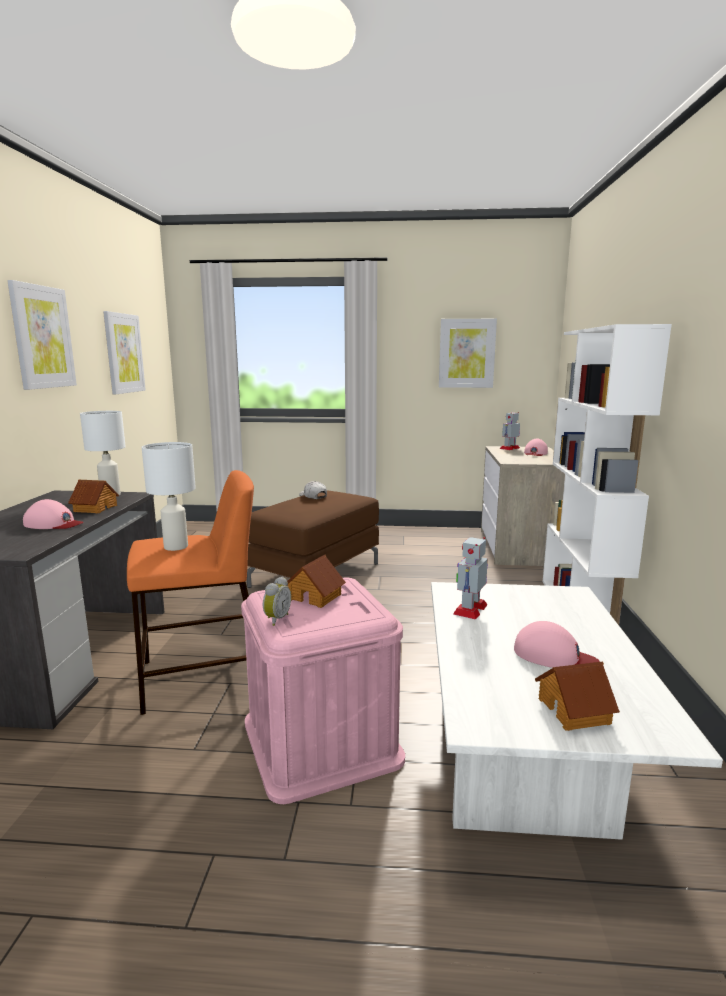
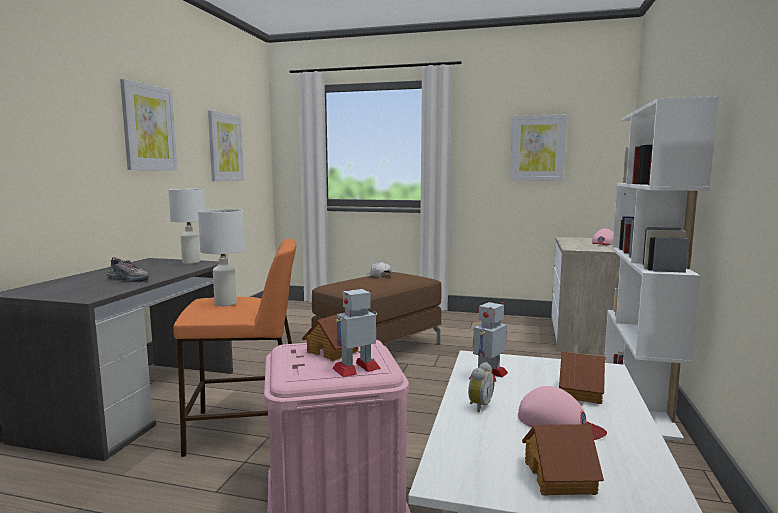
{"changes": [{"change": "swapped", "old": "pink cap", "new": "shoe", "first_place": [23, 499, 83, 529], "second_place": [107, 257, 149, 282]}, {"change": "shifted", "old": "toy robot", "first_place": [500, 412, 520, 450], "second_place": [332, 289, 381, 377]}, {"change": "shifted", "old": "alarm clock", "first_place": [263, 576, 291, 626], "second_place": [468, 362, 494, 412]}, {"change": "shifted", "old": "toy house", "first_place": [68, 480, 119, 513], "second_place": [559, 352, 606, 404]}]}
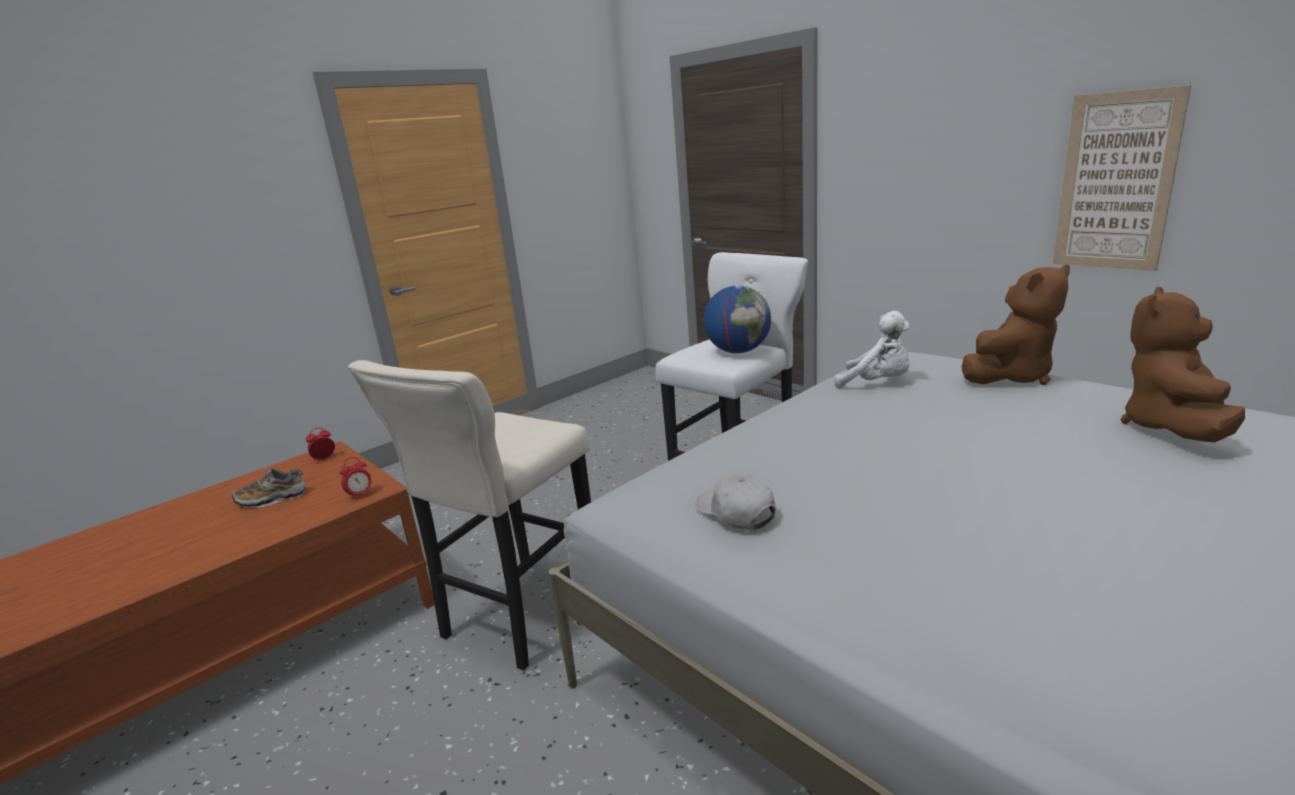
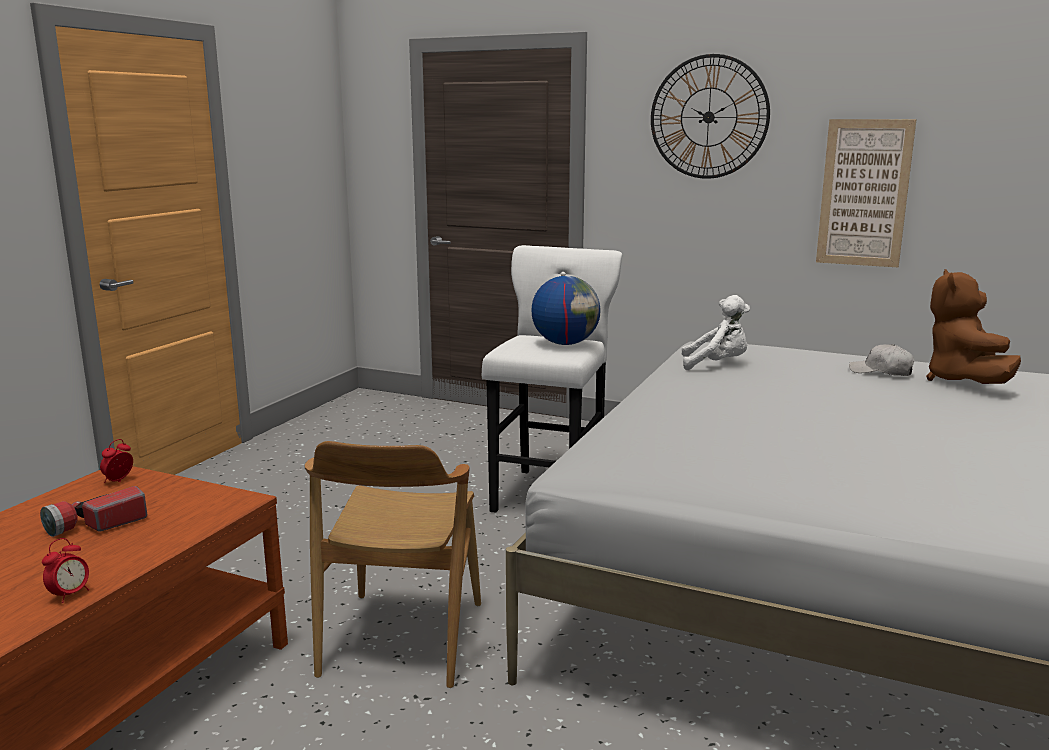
{"changes": [{"change": "swapped", "old": "shoe", "new": "flashlight", "first_place": [232, 468, 306, 507], "second_place": [40, 486, 147, 537]}, {"change": "shifted", "old": "alarm clock", "first_place": [340, 457, 372, 501], "second_place": [42, 538, 89, 603]}, {"change": "swapped", "old": "beige stool", "new": "brown chair", "first_place": [348, 360, 591, 671], "second_place": [305, 441, 481, 688]}, {"change": "new", "new": "wall clock", "second_place": [651, 54, 770, 179]}, {"change": "shifted", "old": "white cap", "first_place": [695, 474, 776, 531], "second_place": [849, 344, 915, 376]}, {"change": "gone", "old": "brown plush toy", "first_place": [962, 265, 1070, 385]}]}
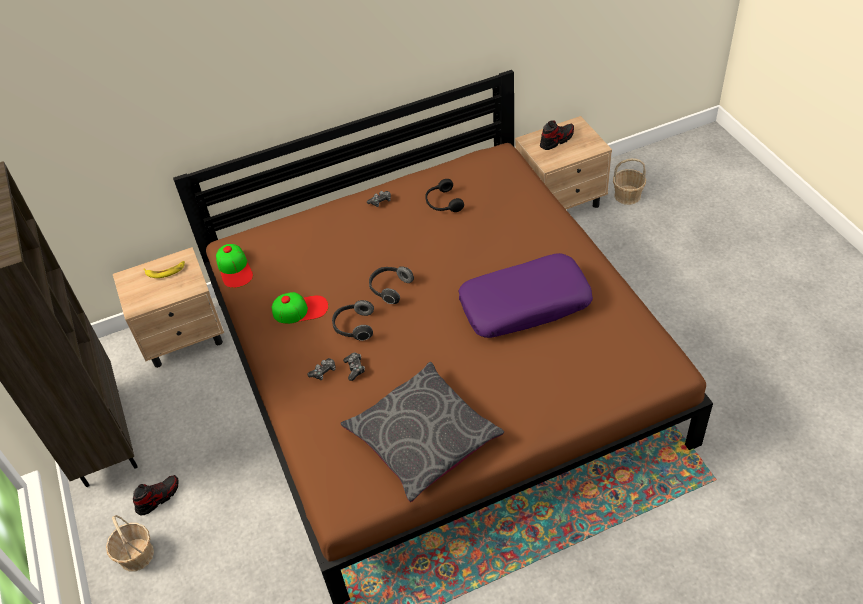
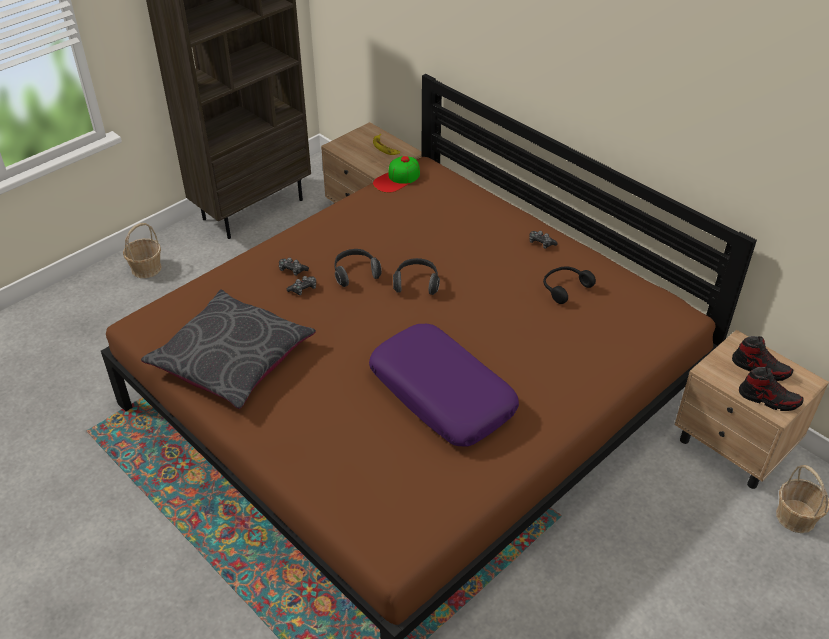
{"changes": [{"change": "shifted", "old": "shoe", "first_place": [133, 475, 178, 516], "second_place": [739, 367, 804, 411]}, {"change": "gone", "old": "cap", "first_place": [272, 292, 329, 324]}]}
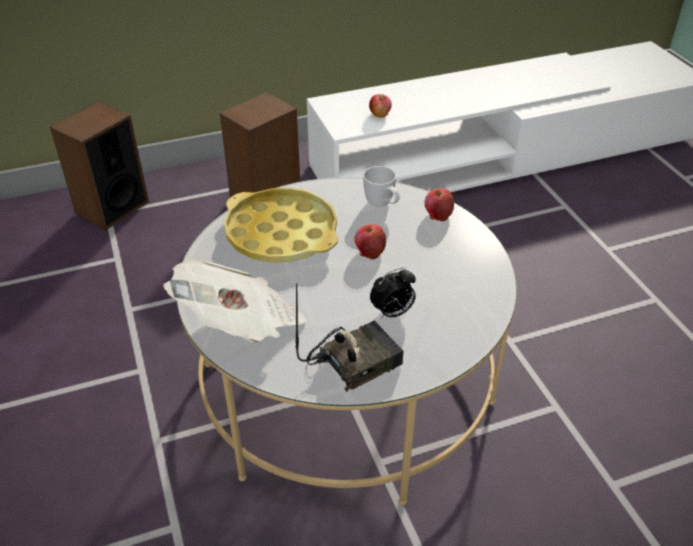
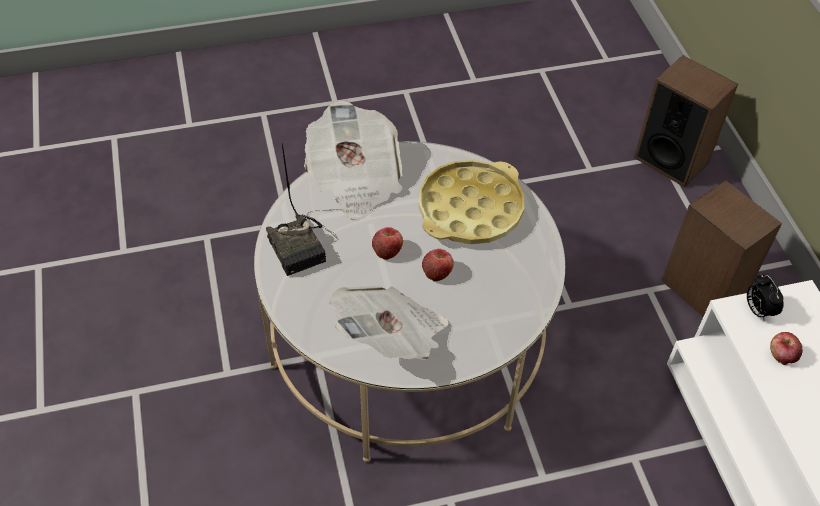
{"changes": [{"change": "new", "new": "newspaper", "second_place": [329, 286, 449, 360]}, {"change": "shifted", "old": "apple", "first_place": [425, 188, 454, 221], "second_place": [372, 227, 403, 260]}, {"change": "shifted", "old": "alarm clock", "first_place": [370, 268, 416, 319], "second_place": [747, 275, 784, 320]}, {"change": "gone", "old": "white mug", "first_place": [363, 166, 400, 207]}]}
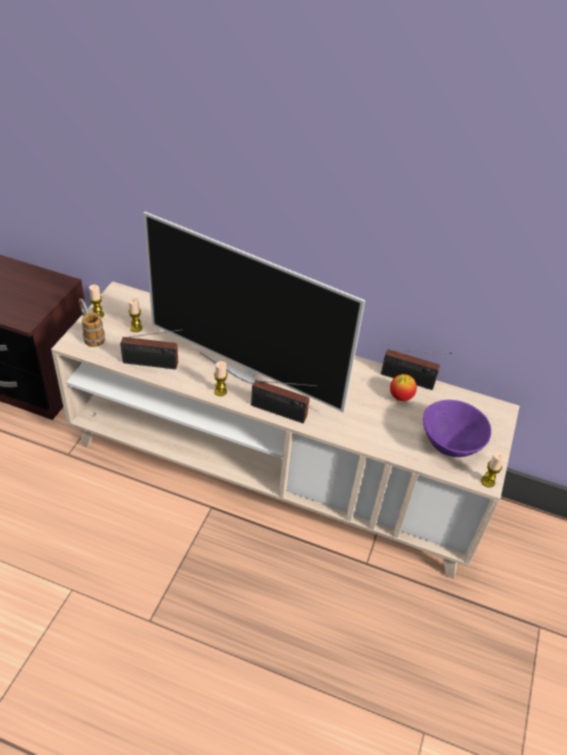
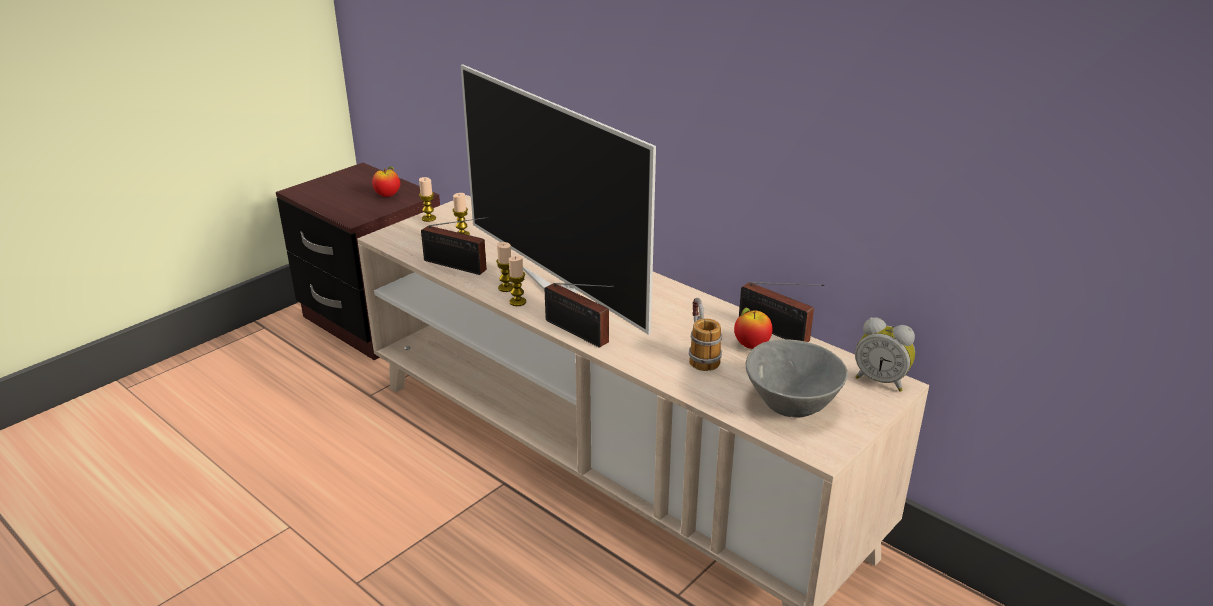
{"changes": [{"change": "new", "new": "apple", "second_place": [372, 166, 400, 197]}, {"change": "shifted", "old": "candle", "first_place": [481, 452, 505, 488], "second_place": [496, 242, 514, 292]}, {"change": "shifted", "old": "mug", "first_place": [78, 298, 105, 347], "second_place": [689, 298, 722, 371]}, {"change": "repainted", "old": "purple bowl", "new": "grey bowl", "first_place": [423, 400, 491, 457], "second_place": [745, 339, 848, 418]}, {"change": "new", "new": "alarm clock", "second_place": [855, 317, 915, 392]}]}
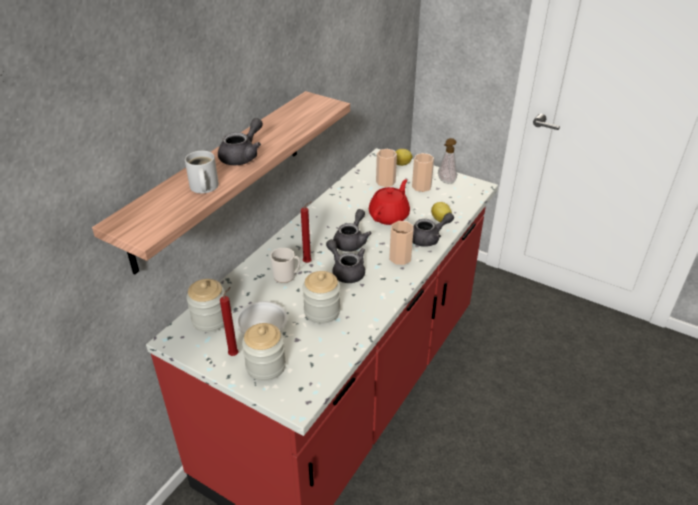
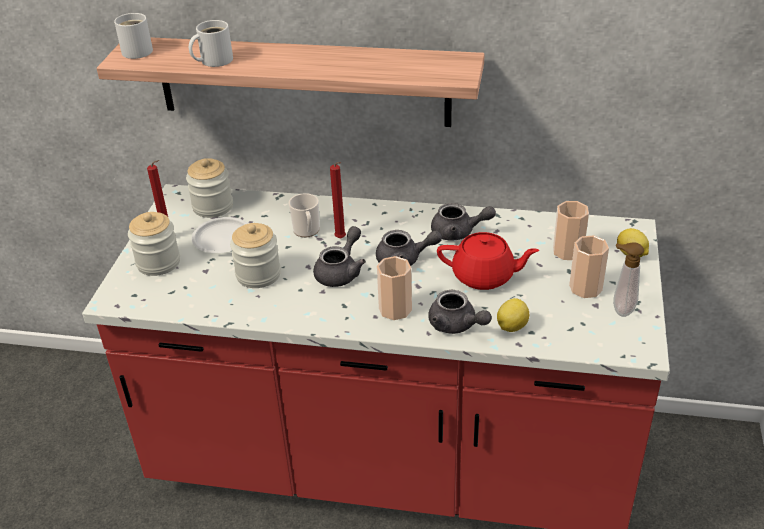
{"changes": [{"change": "new", "new": "white mug", "second_place": [114, 13, 153, 59]}, {"change": "shifted", "old": "grey teapot", "first_place": [218, 118, 263, 165], "second_place": [431, 203, 496, 241]}]}
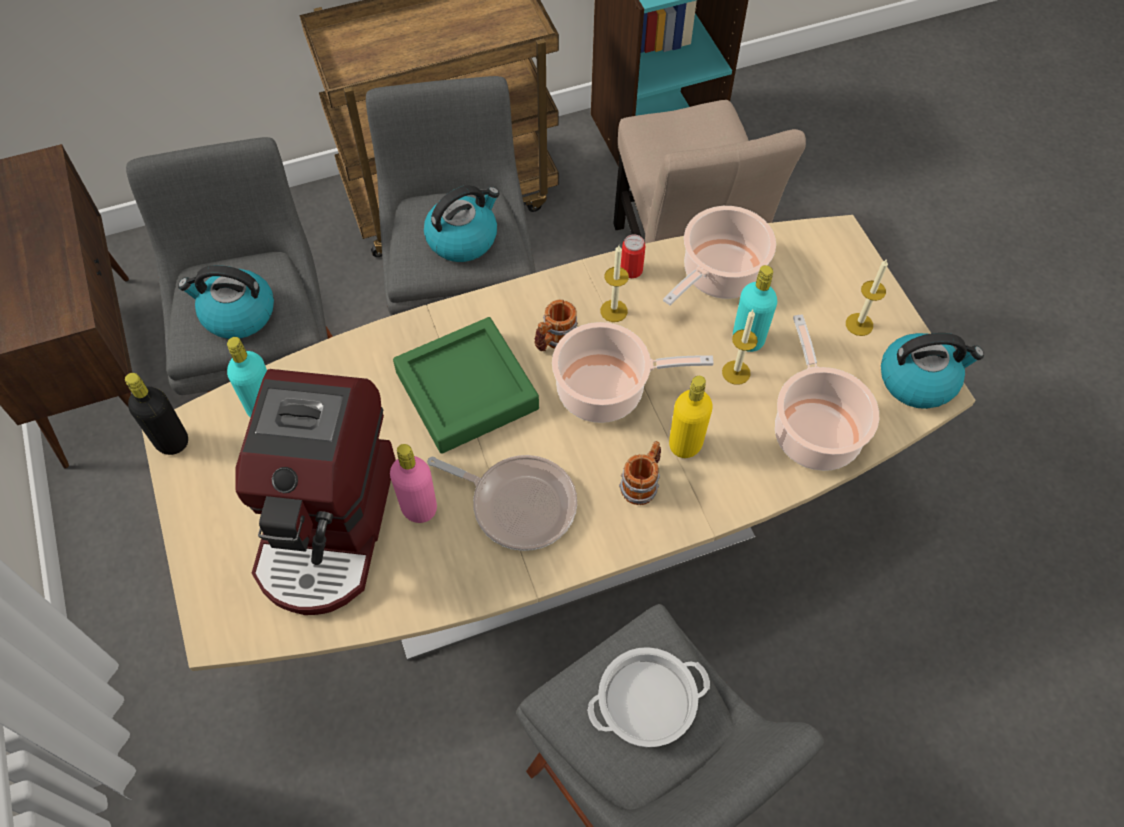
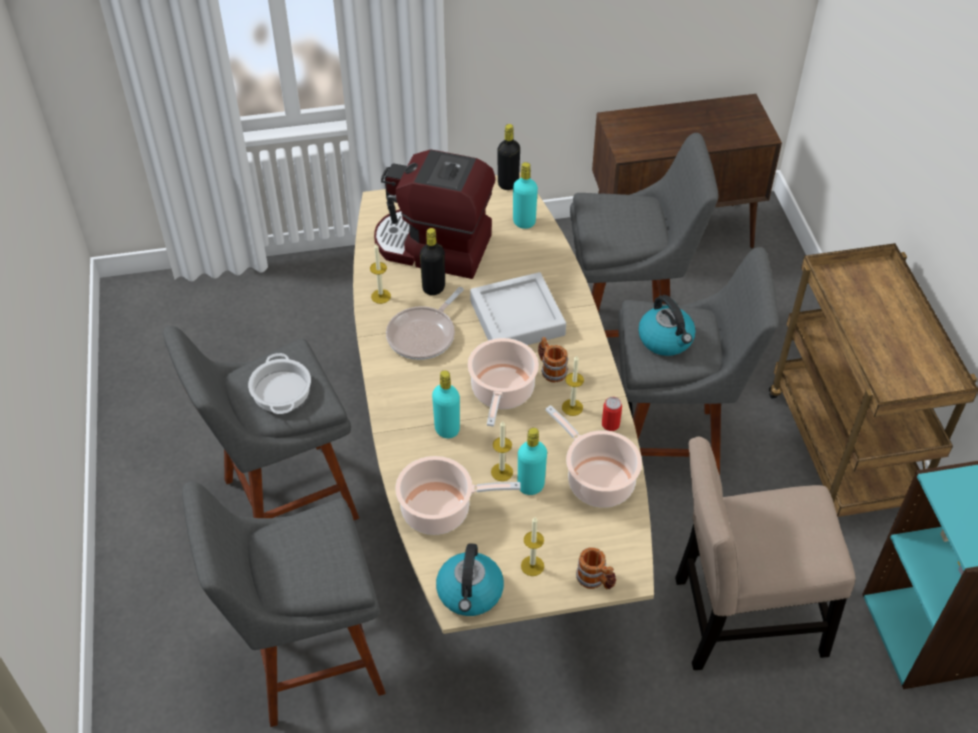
{"changes": [{"change": "new", "new": "grey stool", "second_place": [182, 482, 386, 727]}, {"change": "new", "new": "candle", "second_place": [370, 244, 391, 304]}, {"change": "repainted", "old": "pink bottle", "new": "black bottle", "first_place": [390, 444, 437, 523], "second_place": [420, 228, 445, 295]}, {"change": "repainted", "old": "yellow bottle", "new": "turquoise bottle", "first_place": [669, 376, 713, 458], "second_place": [432, 370, 460, 438]}, {"change": "repainted", "old": "green tray", "new": "grey tray", "first_place": [393, 317, 539, 454], "second_place": [470, 272, 566, 345]}, {"change": "shifted", "old": "mug", "first_place": [619, 441, 661, 505], "second_place": [576, 547, 616, 589]}, {"change": "gone", "old": "kettle", "first_place": [178, 265, 274, 339]}]}
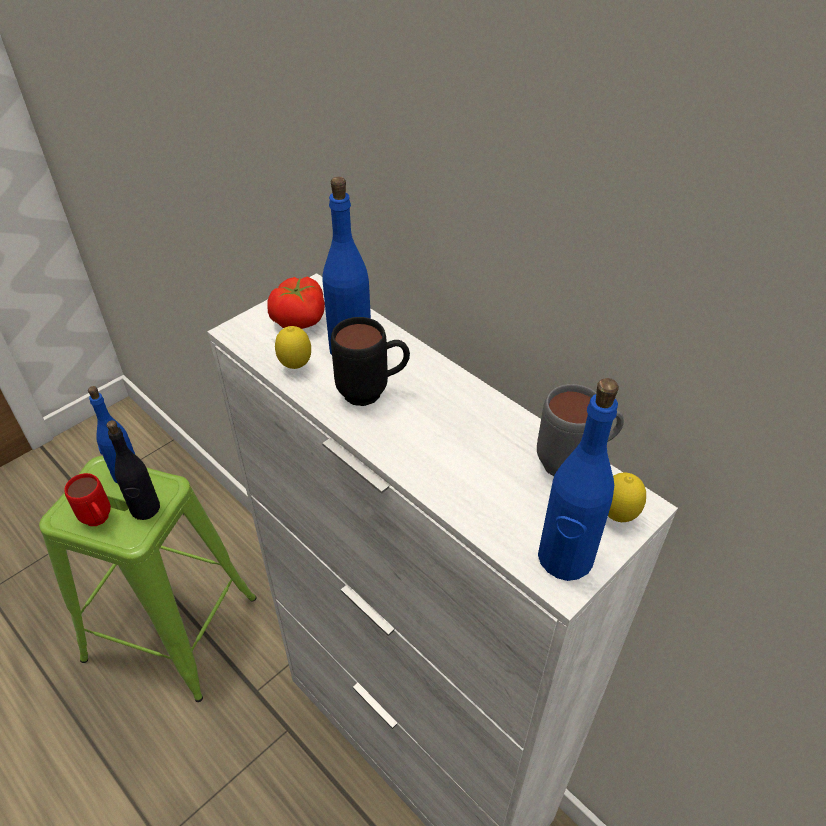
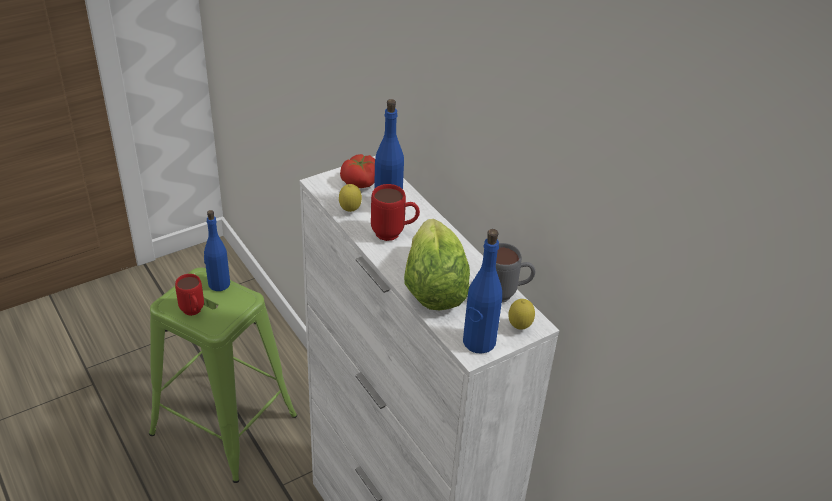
{"changes": [{"change": "repainted", "old": "black mug", "new": "red mug", "first_place": [331, 317, 410, 406], "second_place": [371, 184, 420, 241]}, {"change": "new", "new": "lettuce", "second_place": [404, 219, 470, 310]}, {"change": "gone", "old": "black bottle", "first_place": [107, 420, 160, 520]}]}
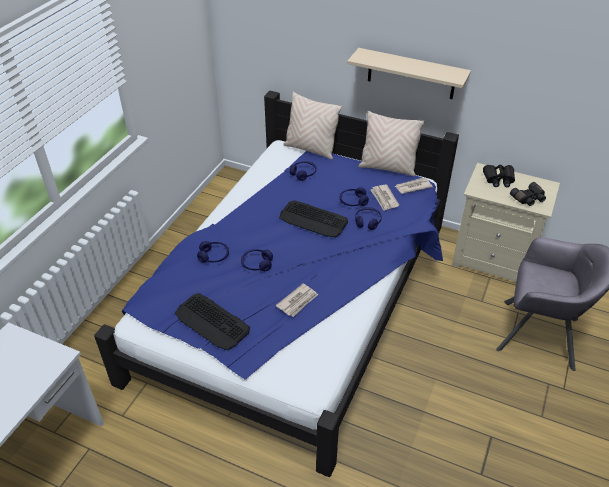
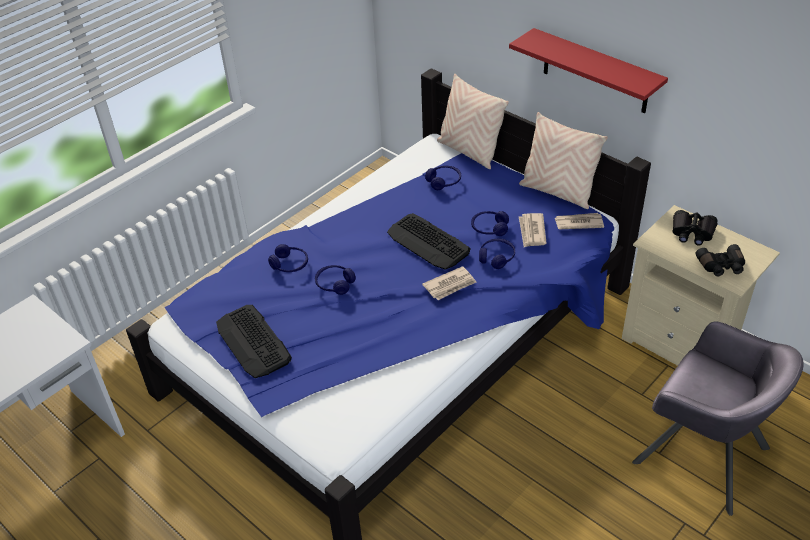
{"changes": [{"change": "shifted", "old": "newspaper", "first_place": [276, 284, 318, 317], "second_place": [422, 266, 476, 300]}, {"change": "repainted", "old": "beige shelf", "new": "red shelf", "first_place": [347, 48, 471, 99], "second_place": [509, 28, 668, 113]}]}
